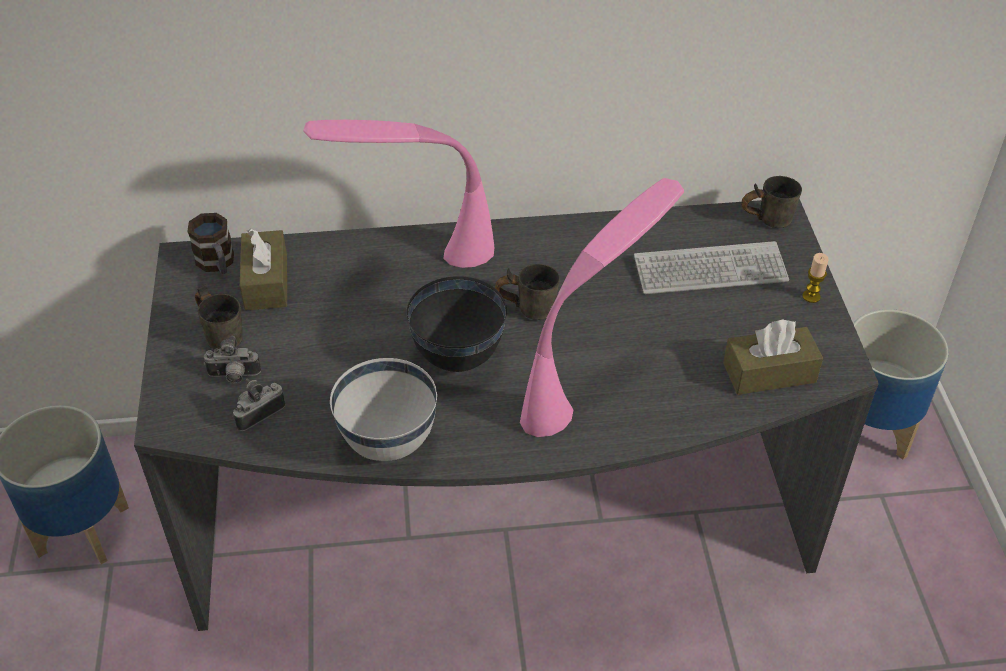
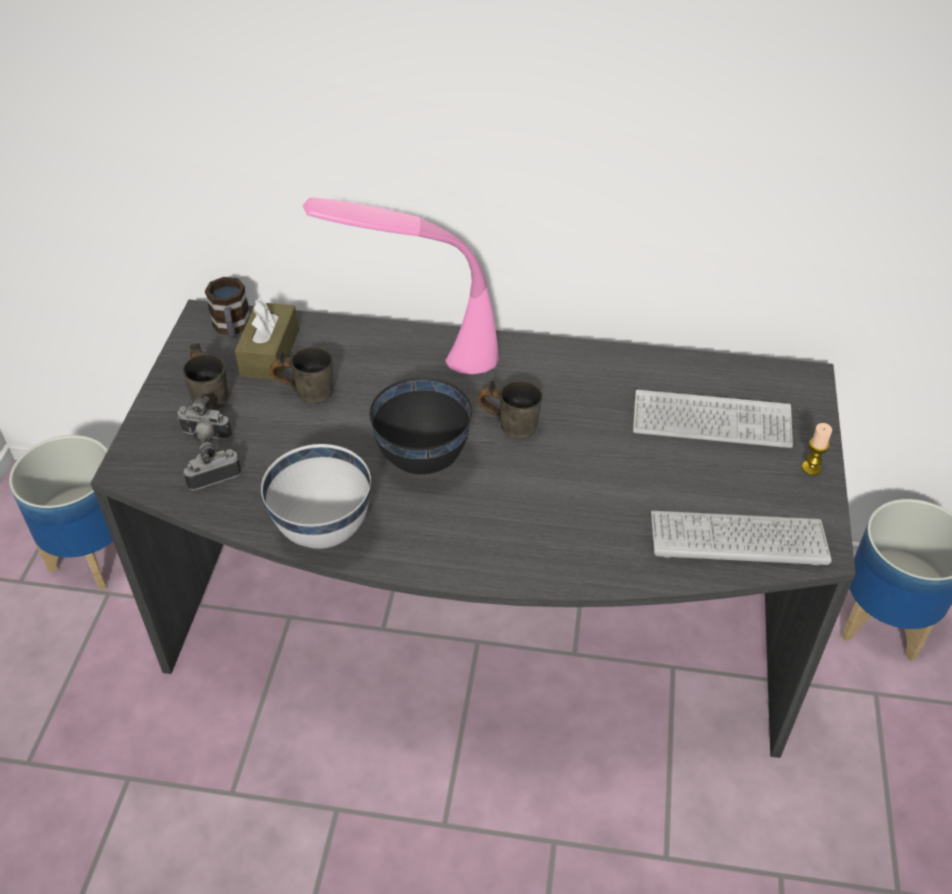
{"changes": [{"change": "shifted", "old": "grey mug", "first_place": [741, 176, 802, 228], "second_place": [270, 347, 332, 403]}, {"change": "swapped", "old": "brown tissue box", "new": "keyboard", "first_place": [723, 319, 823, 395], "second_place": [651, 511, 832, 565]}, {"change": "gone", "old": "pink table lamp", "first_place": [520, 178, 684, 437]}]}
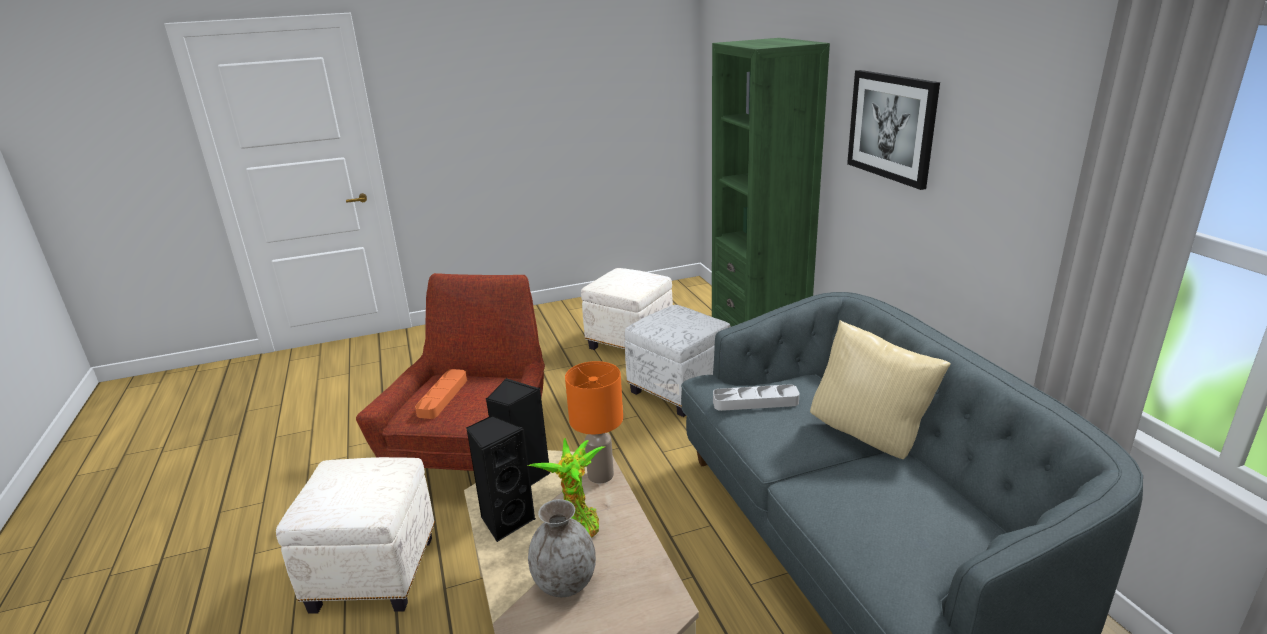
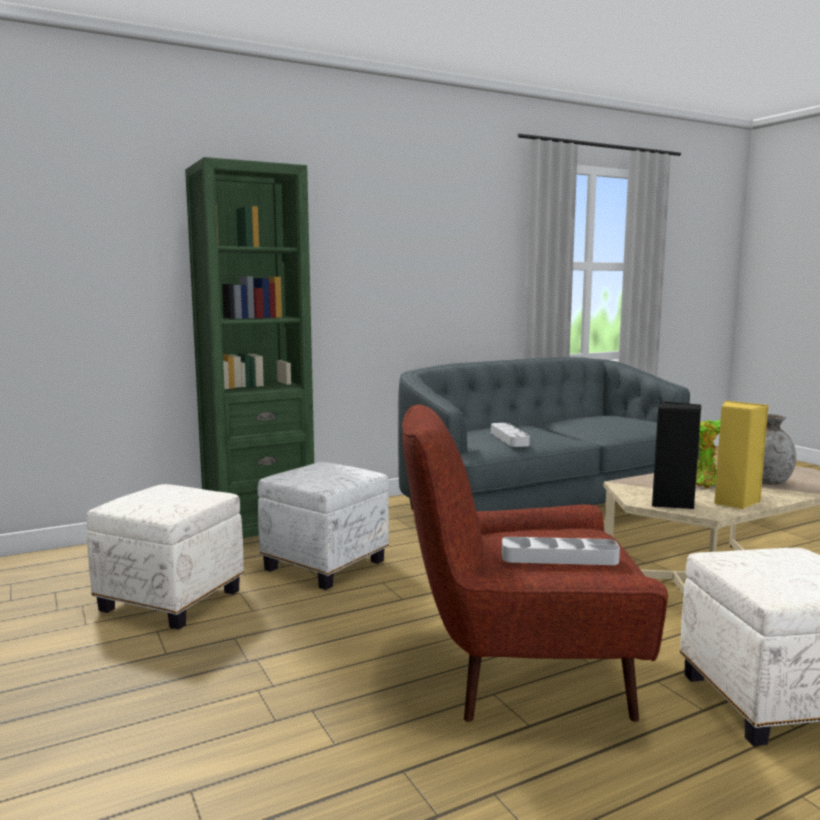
{"changes": [{"change": "repainted", "old": "orange tray", "new": "grey tray", "first_place": [415, 369, 467, 419], "second_place": [502, 537, 620, 565]}, {"change": "repainted", "old": "black speaker", "new": "yellow speaker", "first_place": [466, 415, 536, 542], "second_place": [714, 401, 769, 509]}, {"change": "gone", "old": "orange table lamp", "first_place": [565, 361, 623, 483]}, {"change": "gone", "old": "beige pillow", "first_place": [810, 320, 951, 459]}, {"change": "gone", "old": "picture", "first_place": [847, 70, 940, 190]}]}
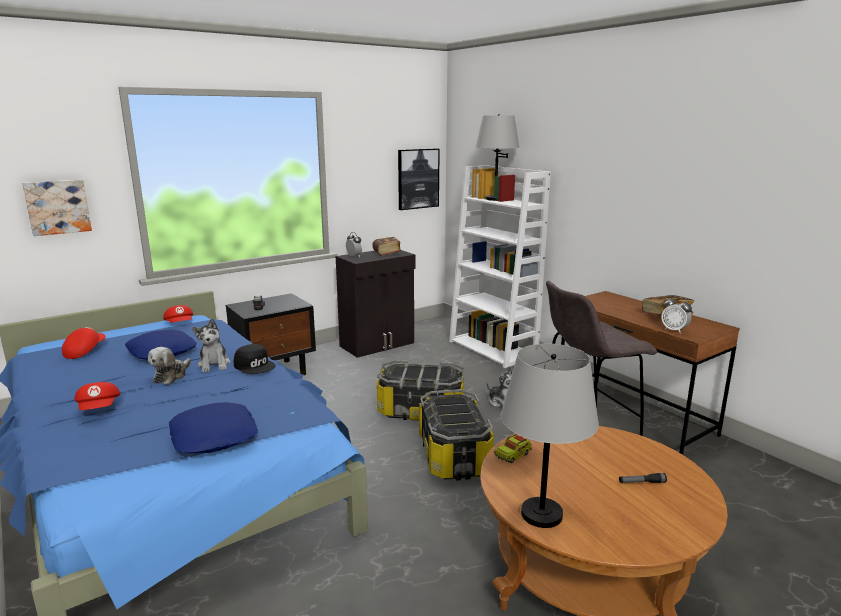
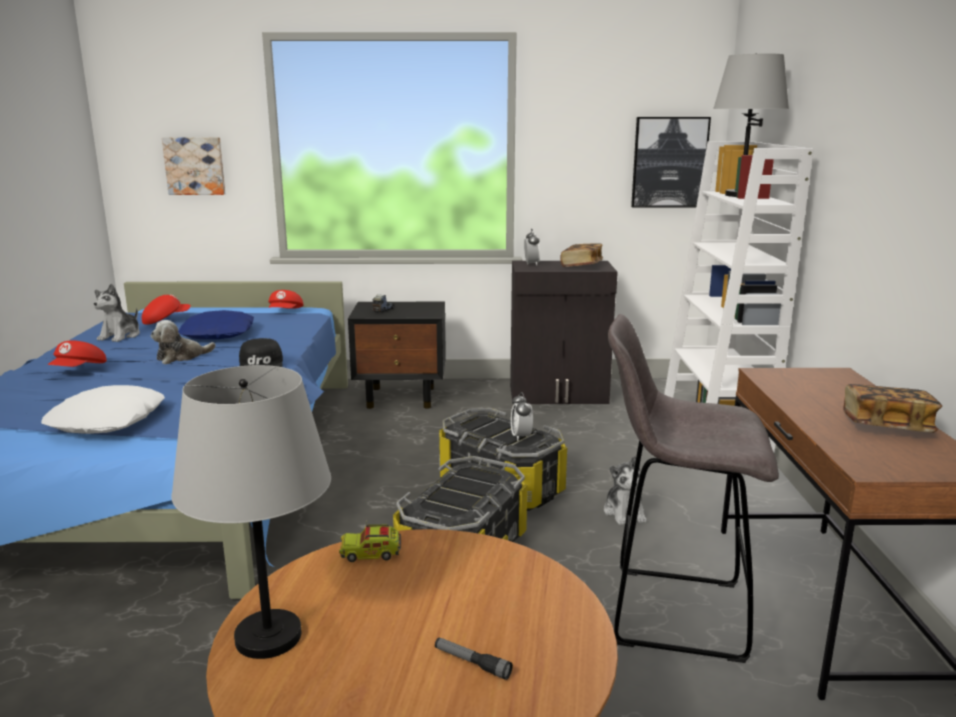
{"changes": [{"change": "repainted", "old": "blue pillow", "new": "white pillow", "first_place": [169, 402, 258, 453], "second_place": [41, 385, 165, 434]}, {"change": "shifted", "old": "plush toy", "first_place": [192, 319, 231, 373], "second_place": [93, 284, 140, 342]}, {"change": "shifted", "old": "alarm clock", "first_place": [662, 296, 692, 333], "second_place": [511, 392, 533, 441]}]}
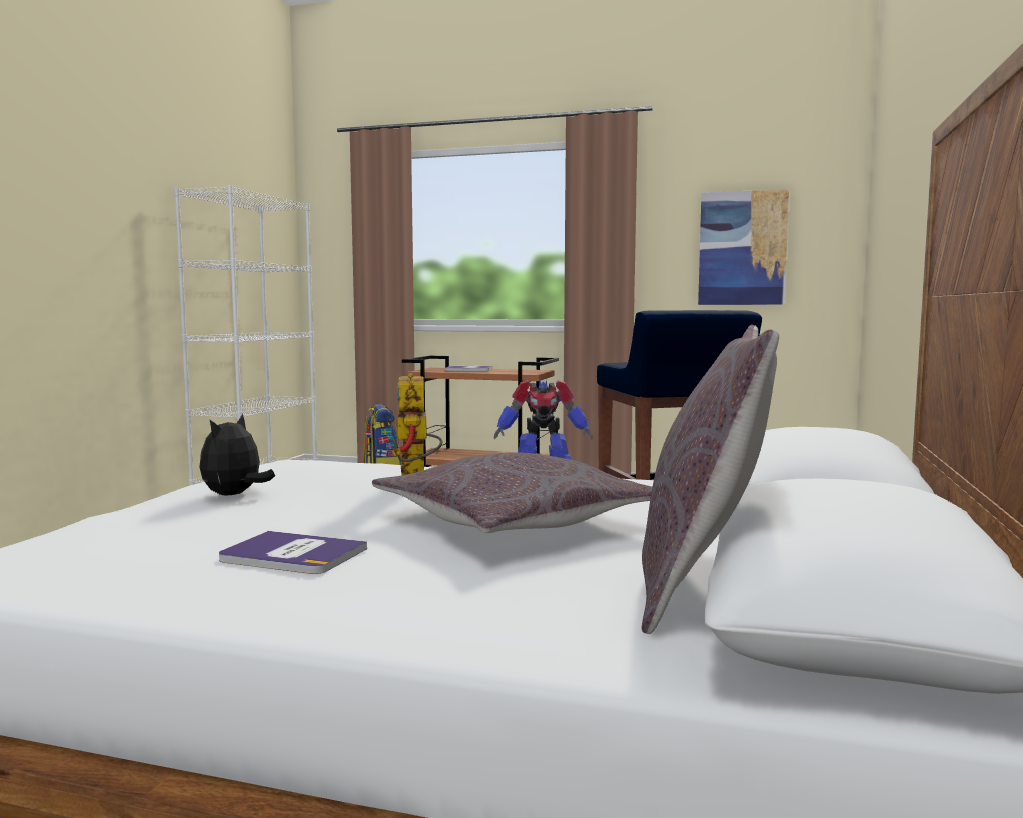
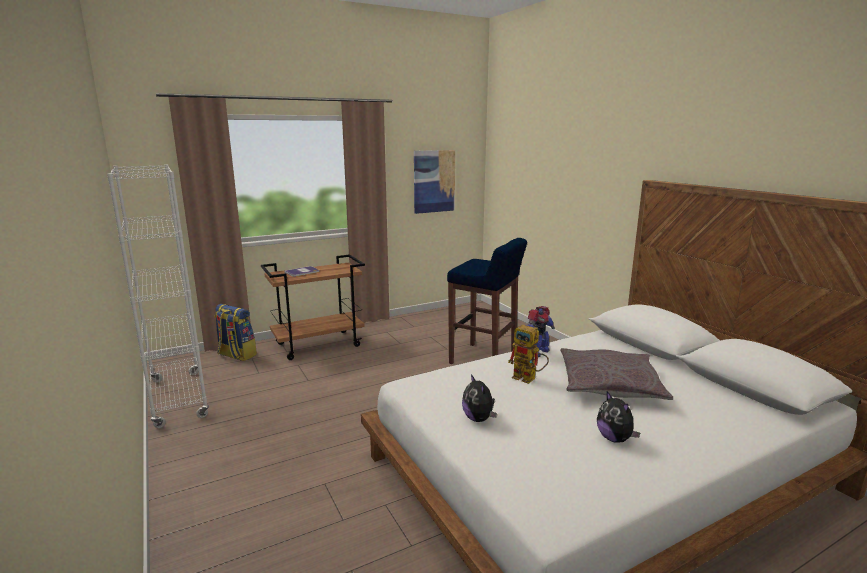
{"changes": [{"change": "swapped", "old": "book", "new": "plush toy", "first_place": [219, 531, 367, 574], "second_place": [597, 391, 640, 443]}, {"change": "gone", "old": "grey pillow", "first_place": [642, 325, 779, 634]}]}
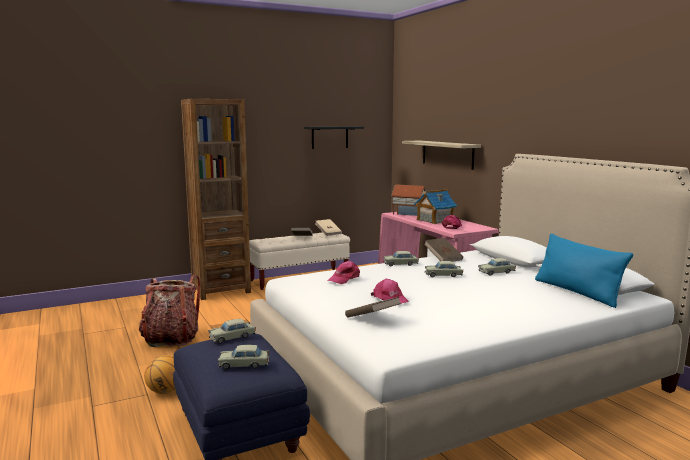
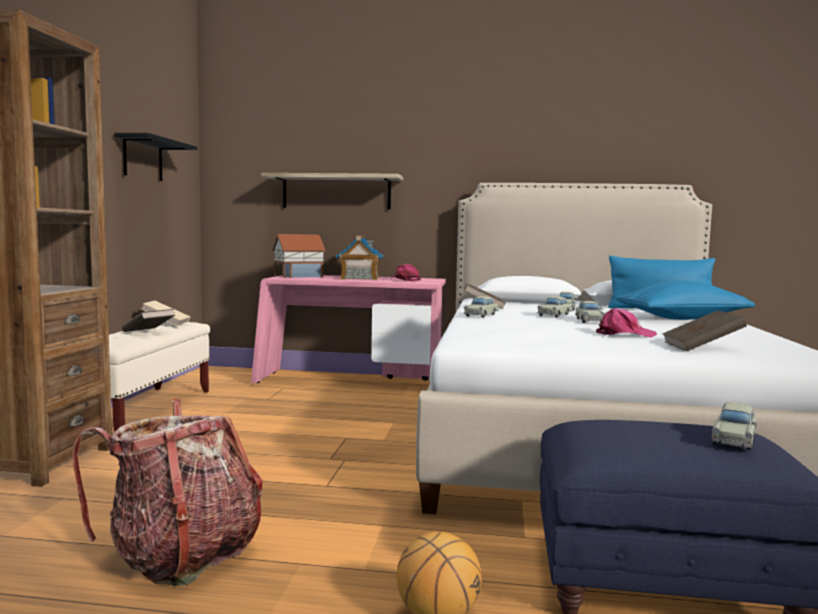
{"changes": [{"change": "shifted", "old": "beige toy car", "first_place": [208, 319, 256, 344], "second_place": [575, 301, 605, 323]}, {"change": "new", "new": "blue pillow", "second_place": [615, 281, 755, 320]}, {"change": "gone", "old": "pink cap", "first_place": [327, 261, 360, 284]}]}
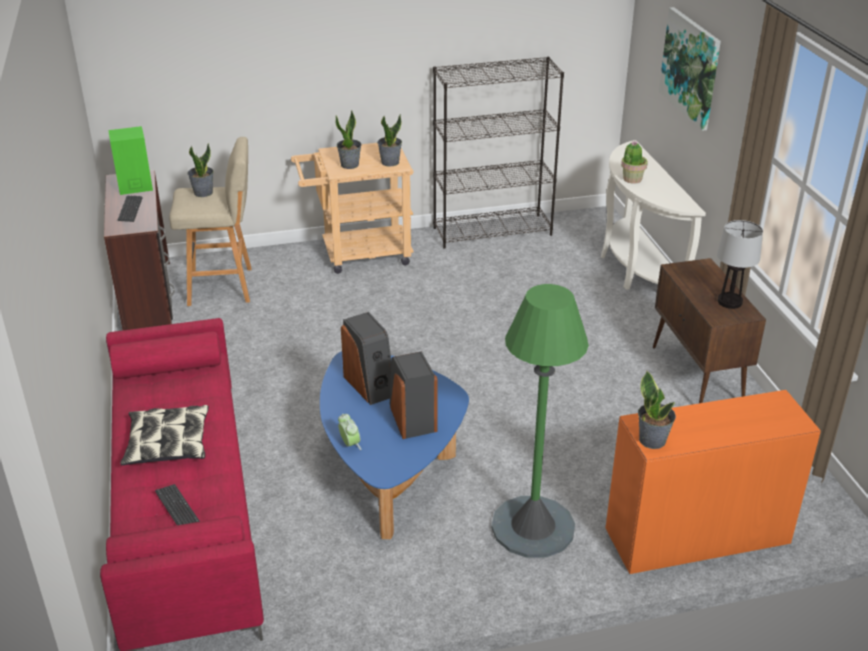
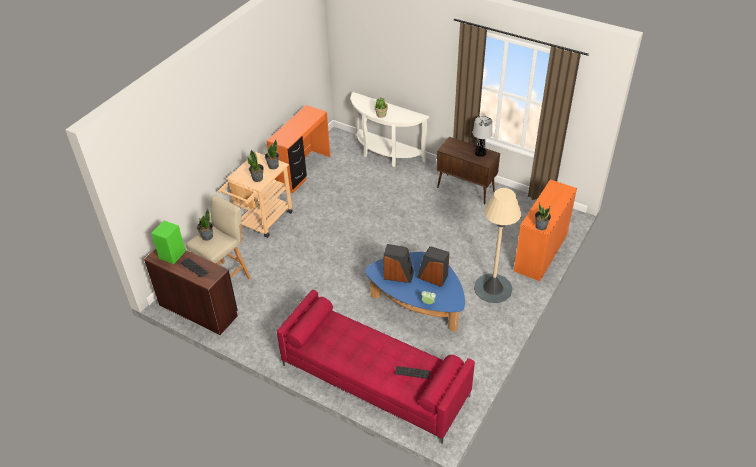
{"changes": [{"change": "swapped", "old": "black bookcase", "new": "orange desk", "first_place": [433, 57, 564, 249], "second_place": [267, 105, 330, 194]}, {"change": "repainted", "old": "green floor lamp", "new": "beige floor lamp", "first_place": [491, 284, 589, 558], "second_place": [474, 188, 521, 303]}, {"change": "gone", "old": "pillow", "first_place": [120, 405, 209, 465]}, {"change": "gone", "old": "picture", "first_place": [659, 7, 721, 131]}]}
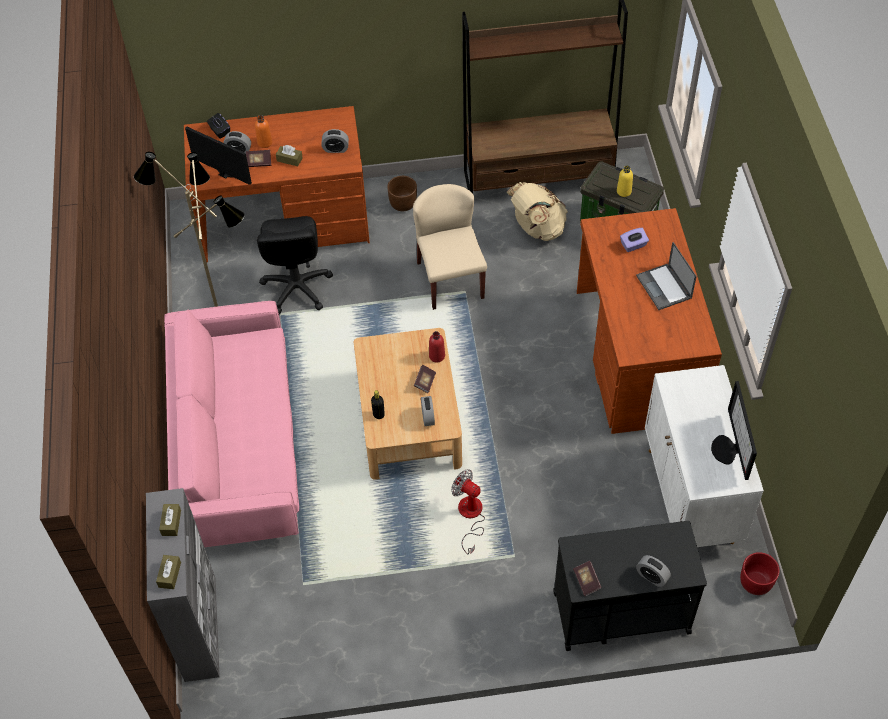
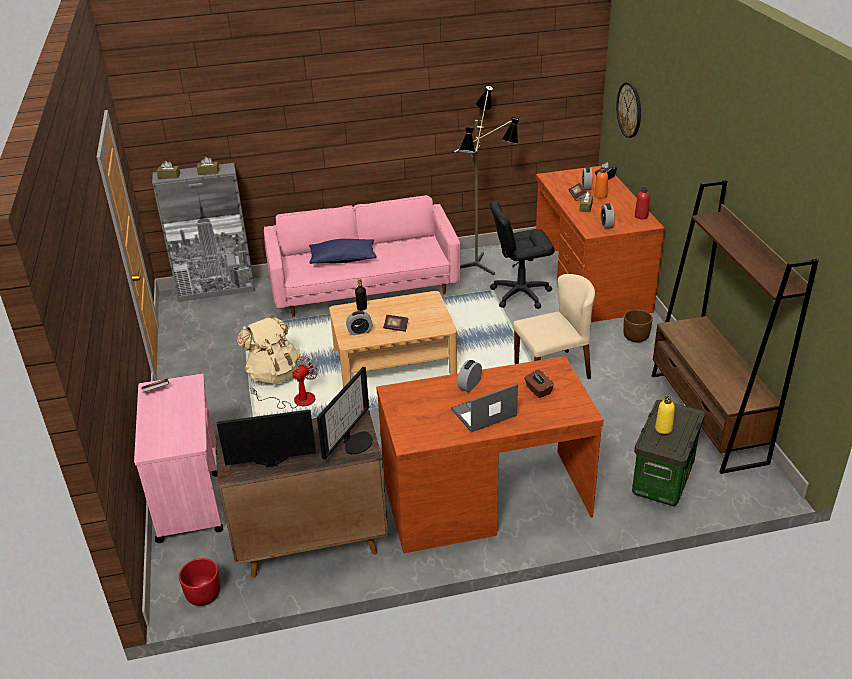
{"changes": [{"change": "repainted", "old": "black cart", "new": "pink cart", "first_place": [553, 521, 707, 651], "second_place": [134, 374, 223, 543]}, {"change": "repainted", "old": "white cabinet", "new": "brown cabinet", "first_place": [645, 365, 764, 547], "second_place": [215, 409, 388, 578]}, {"change": "shifted", "old": "beige backpack", "first_place": [507, 182, 568, 241], "second_place": [237, 317, 302, 384]}, {"change": "new", "new": "blue pillow", "second_place": [309, 239, 377, 264]}, {"change": "shifted", "old": "monitor", "first_place": [185, 127, 252, 185], "second_place": [317, 367, 373, 460]}, {"change": "shifted", "old": "alarm clock", "first_place": [636, 555, 671, 587], "second_place": [457, 360, 482, 392]}, {"change": "repainted", "old": "purple tissue box", "new": "brown tissue box", "first_place": [620, 228, 649, 252], "second_place": [524, 369, 554, 398]}, {"change": "new", "new": "wall clock", "second_place": [616, 82, 641, 138]}, {"change": "shifted", "old": "red bottle", "first_place": [429, 331, 445, 363], "second_place": [635, 187, 650, 219]}]}
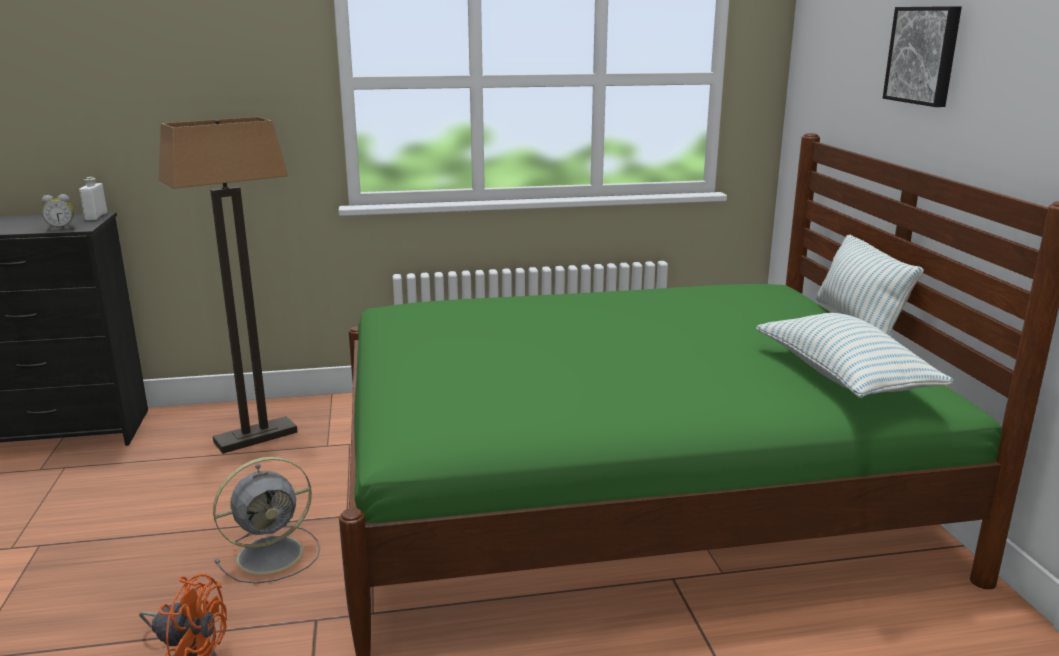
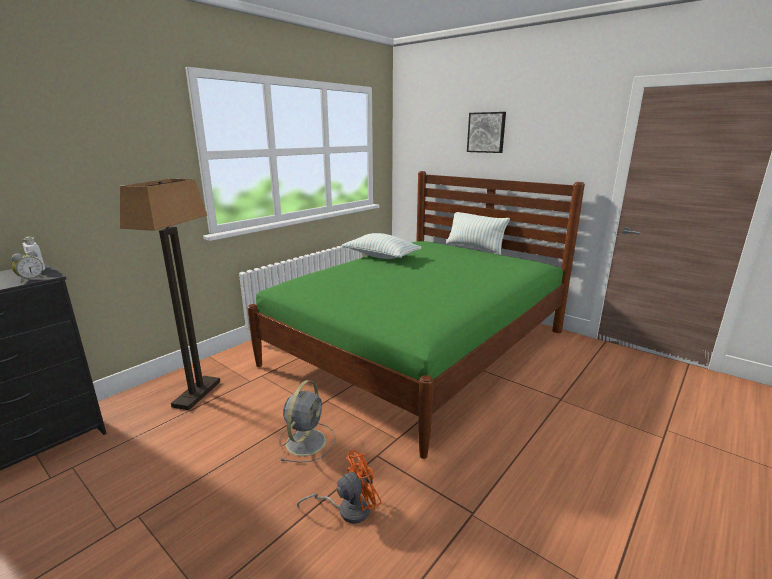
{"changes": [{"change": "shifted", "old": "pillow", "first_place": [756, 313, 954, 398], "second_place": [341, 233, 421, 259]}]}
